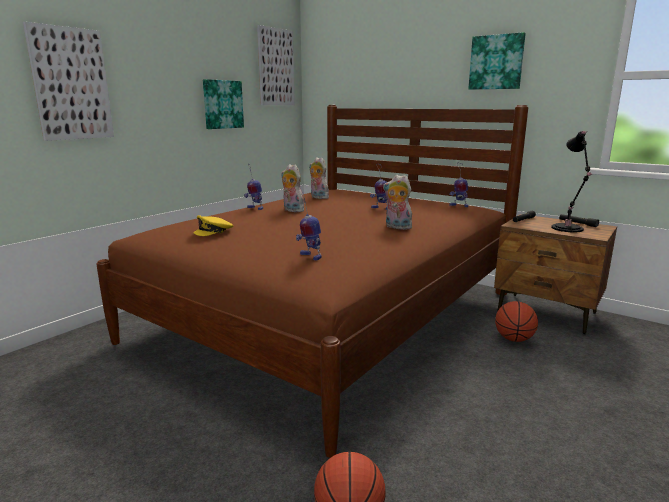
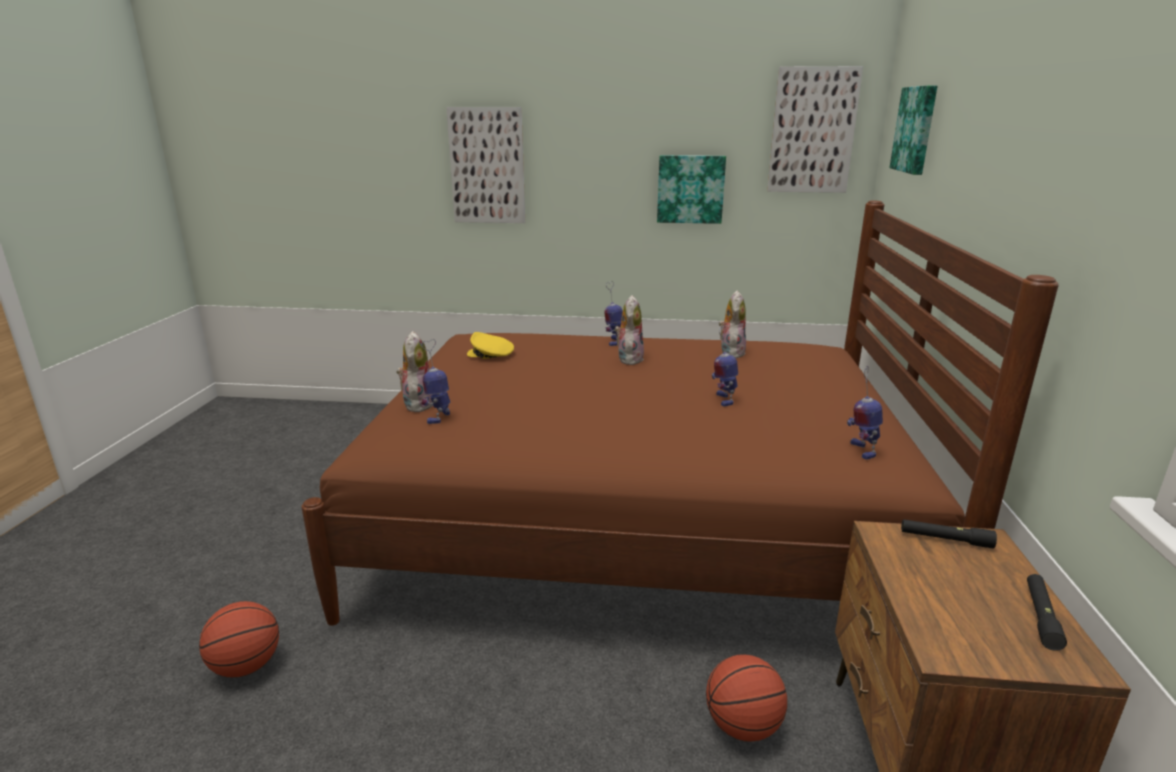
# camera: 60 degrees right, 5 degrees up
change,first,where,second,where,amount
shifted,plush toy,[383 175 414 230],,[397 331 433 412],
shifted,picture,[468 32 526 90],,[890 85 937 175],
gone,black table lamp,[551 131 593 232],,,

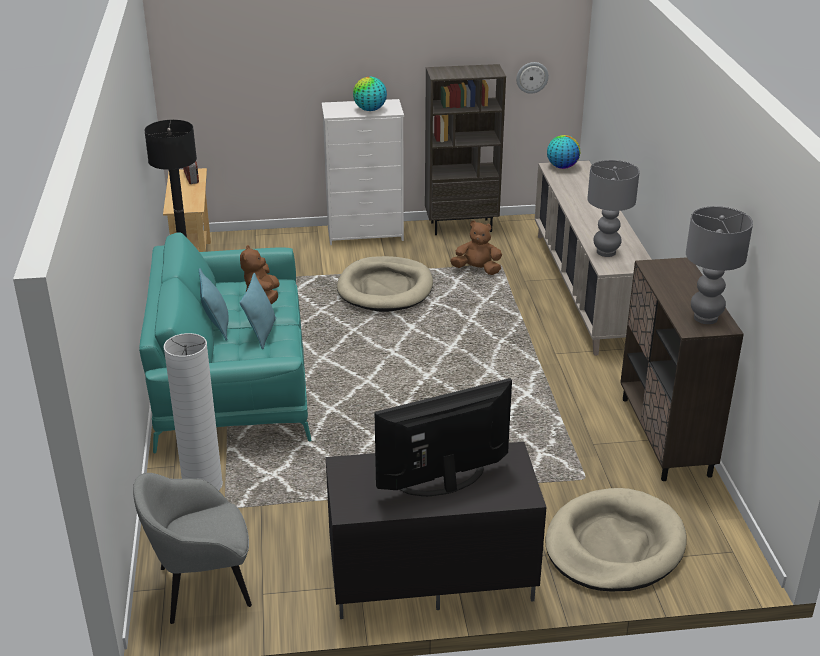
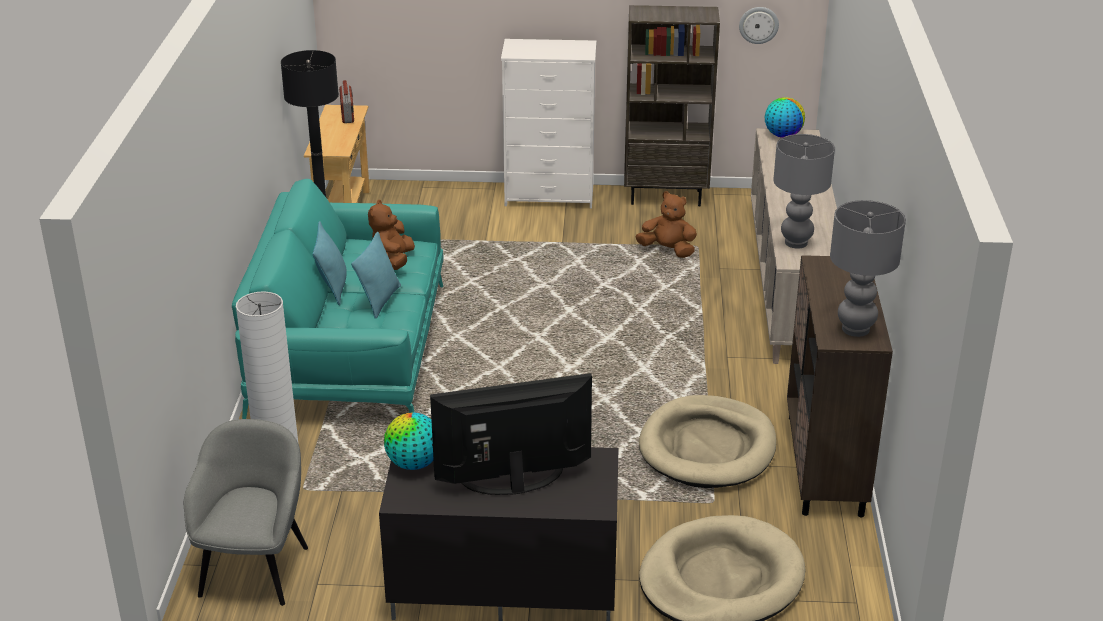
# camera: 10 degrees right, 0 degrees up
change,first,where,second,where,amount
rotated,grey armchair,[133 473 252 624],,[184 419 308 606],105 degrees clockwise
shifted,globe,[353 77 387 111],,[384 412 434 470],
shifted,beige dog bed,[337 256 433 312],,[639 395 776 488],

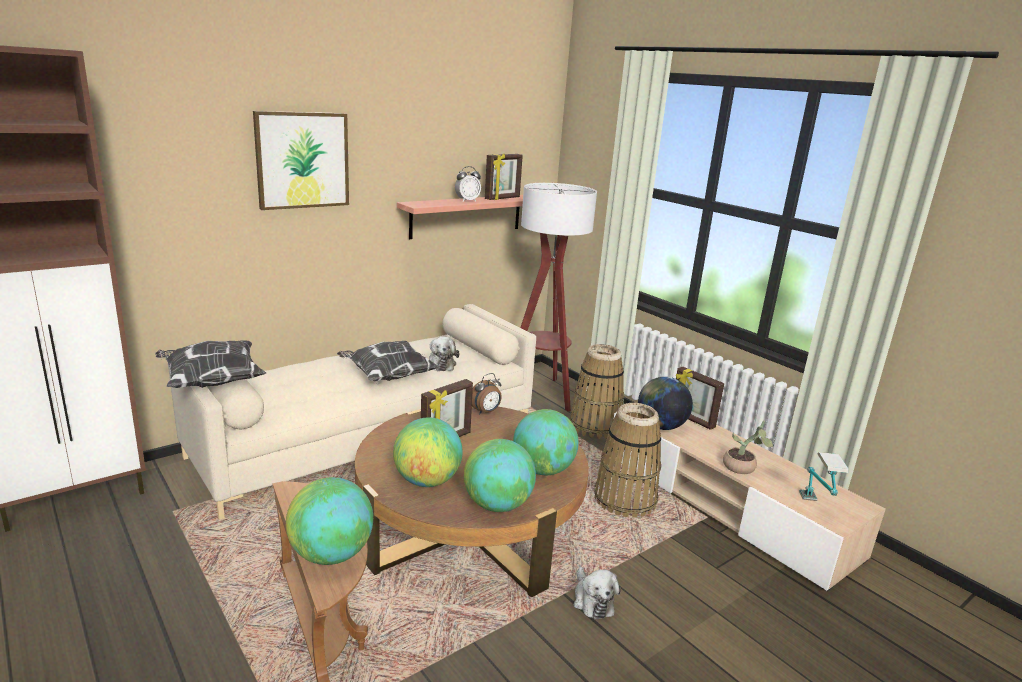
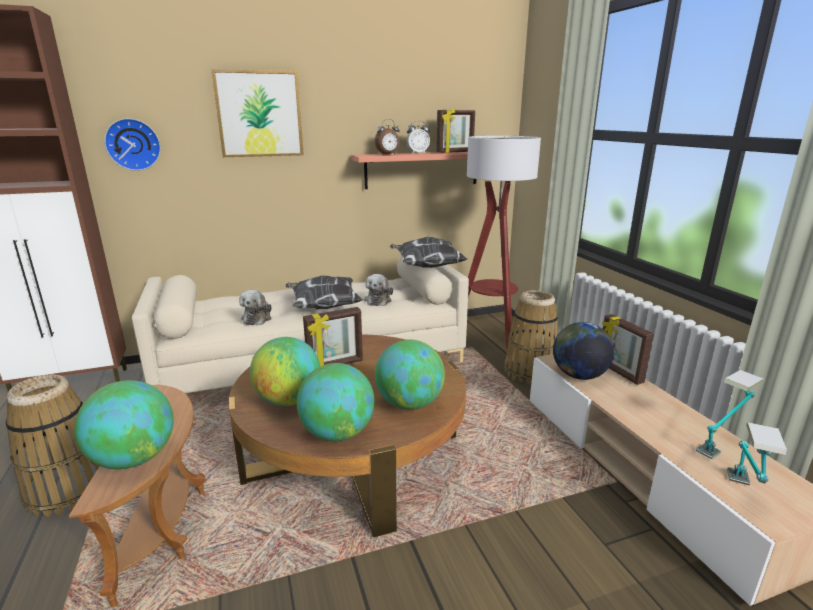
# camera: 20 degrees right, 0 degrees up
change,first,where,second,where,amount
shifted,basket,[594 403 661 518],,[6 374 99 517],
new,,,wall clock,[104 118 161 171],
shifted,plush toy,[574 567 620 620],,[239 290 272 325],
shifted,alarm clock,[472 373 502 414],,[374 119 400 155],
shifted,pillow,[155 340 266 388],,[390 237 467 268],
new,,,table lamp,[696 370 764 459],
gone,potted plant,[723 420 774 474],,,

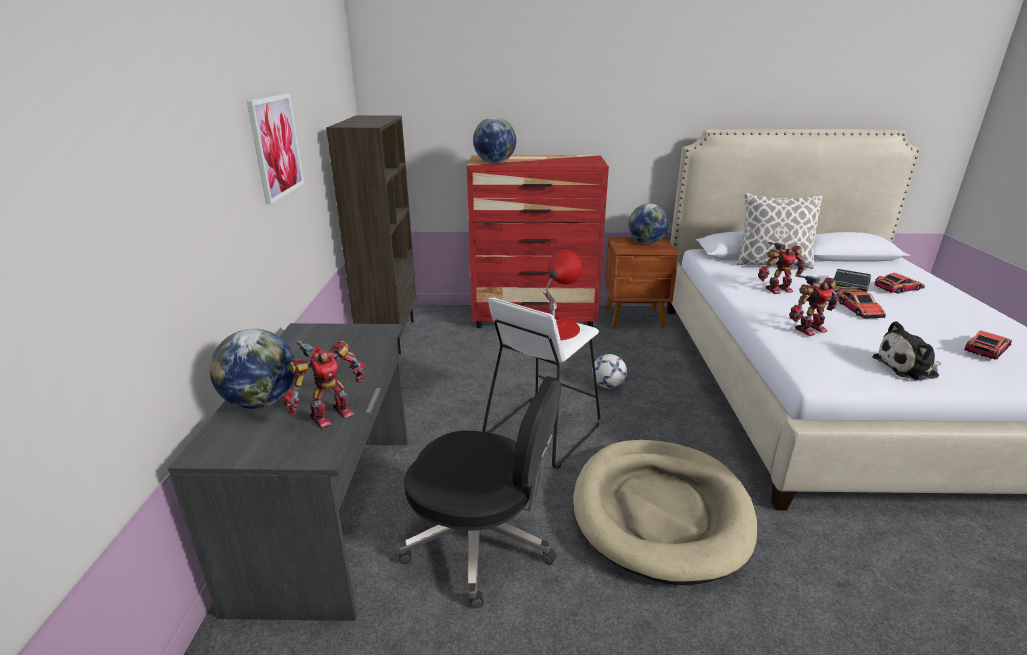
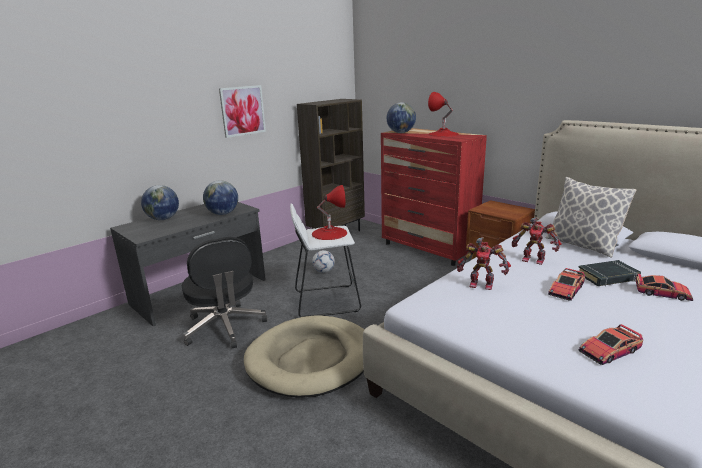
# camera: 45 degrees right, 5 degrees down
change,first,where,second,where,amount
shifted,globe,[629 203 669 244],,[203 180 238 215],
shifted,football,[592 354 627 389],,[312 250 335 273],
new,,,red table lamp,[428 92 459 137],
rotated,toy car,[964 330 1012 360],,[578 324 643 365],150 degrees clockwise
gone,toy robot,[283 341 365 429],,,
gone,plush toy,[872 321 941 380],,,

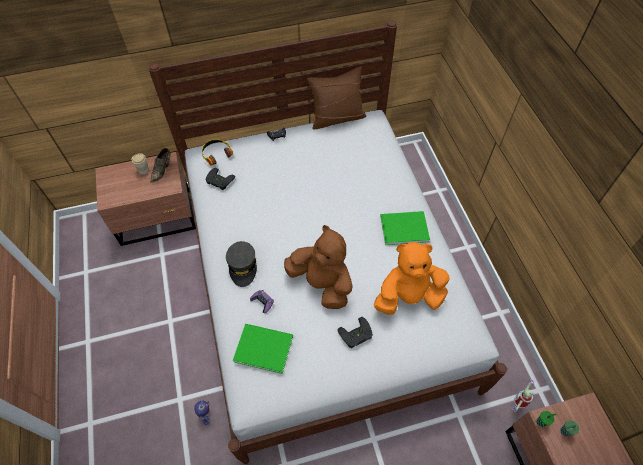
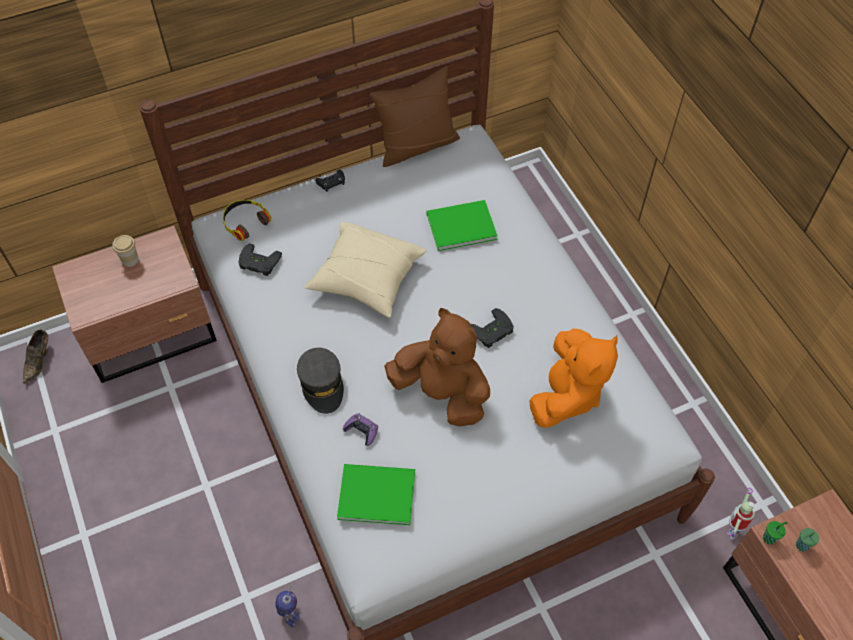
# camera: 10 degrees left, 0 degrees up
change,first,where,second,where,amount
shifted,brown shoe,[150 148 171 182],,[23 330 48 384],
new,,,beige pillow,[305 222 427 317],
shifted,green book,[380 211 430 245],,[426 200 498 251],
shifted,black game controller,[337 317 373 348],,[471 308 514 348],
rotated,orange plush toy,[374 242 450 315],,[529 329 618 428],135 degrees clockwise

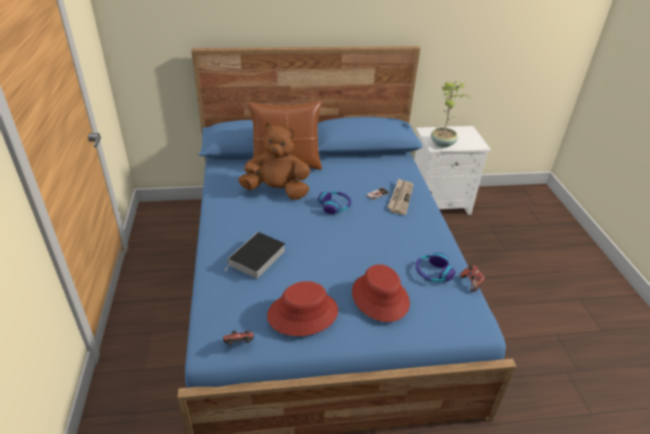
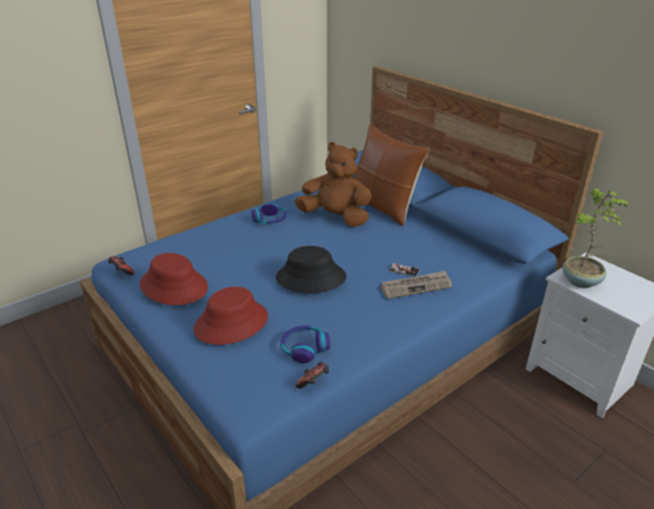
# camera: 60 degrees right, 5 degrees down
change,first,where,second,where,amount
shifted,headphones,[318 191 351 214],,[251 202 287 224],
new,,,black hat,[276 246 346 293],
rotated,brown plush toy,[238 123 310 200],,[295 142 372 227],45 degrees counterclockwise
gone,book,[224 232 285 278],,,

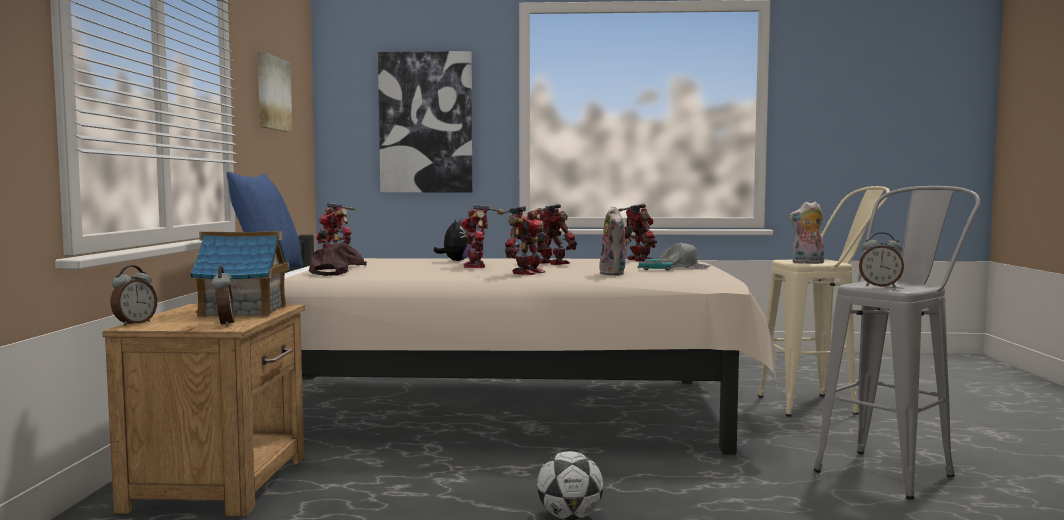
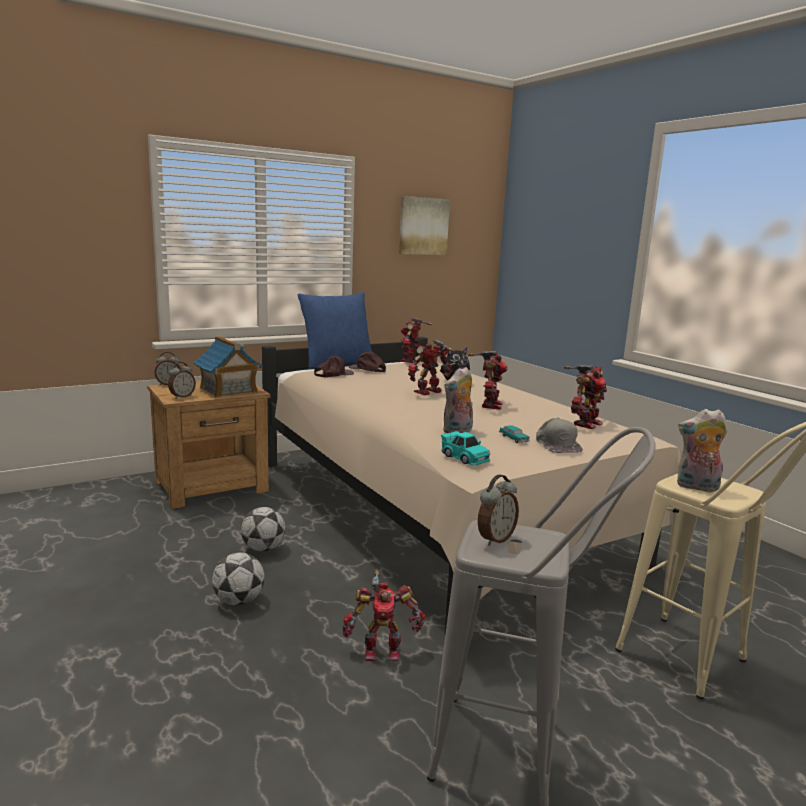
# camera: 55 degrees right, 10 degrees up
change,first,where,second,where,amount
new,,,football,[241 507 285 551],
shifted,toy robot,[498 206 548 275],,[343 571 425 661],
new,,,turquoise toy car,[441 431 490 466],
rotated,alarm clock,[859 232 904 287],,[478 475 519 546],120 degrees counterclockwise
rotated,plush toy,[789 202 824 264],,[677 409 728 491],45 degrees counterclockwise
gone,picture,[378 51 472 192],,,

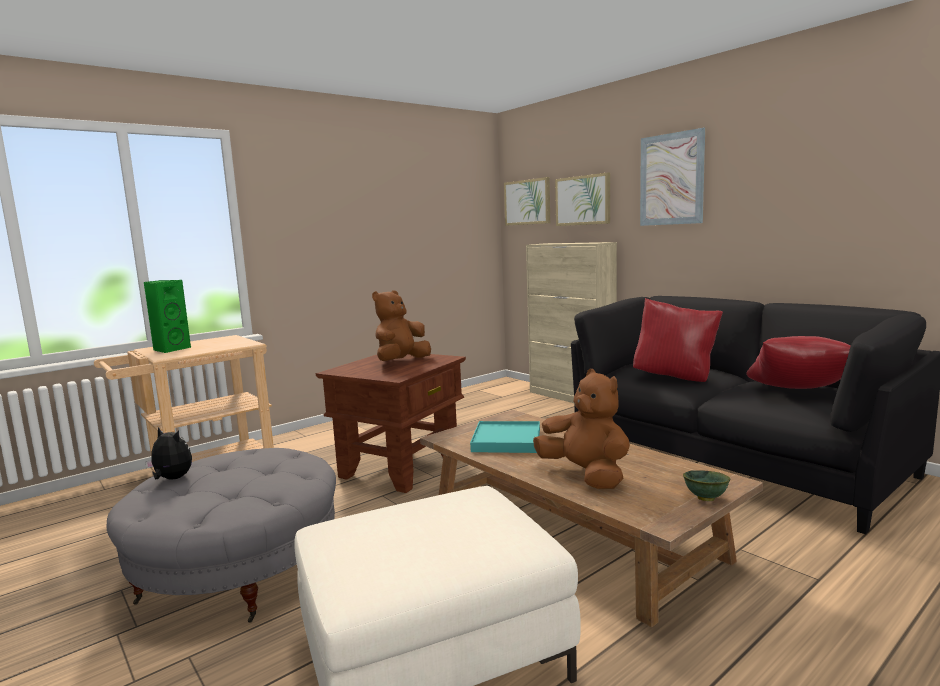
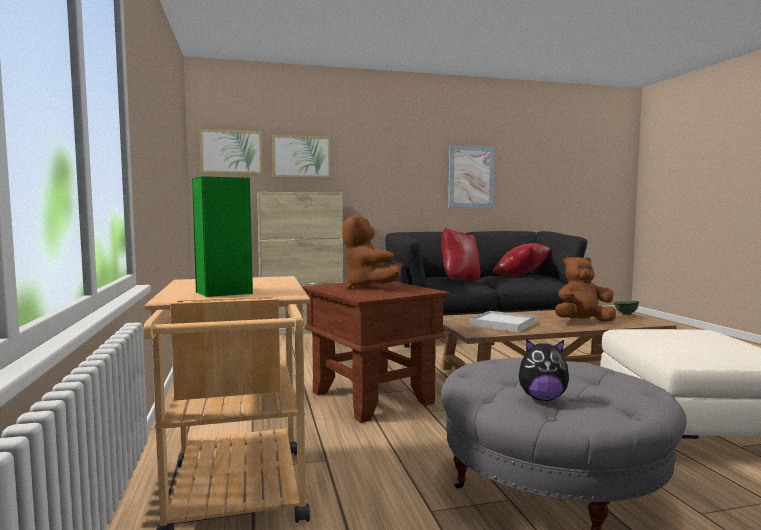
# camera: 65 degrees left, 5 degrees down
change,first,where,second,where,amount
shifted,picture,[640 128 705 226],,[449 146 495 208],
repainted,turquoise tray,[470 421 540 453],white tray,[470 311 535 332],
rotated,plush toy,[145 427 192 480],,[519 339 569 401],135 degrees counterclockwise

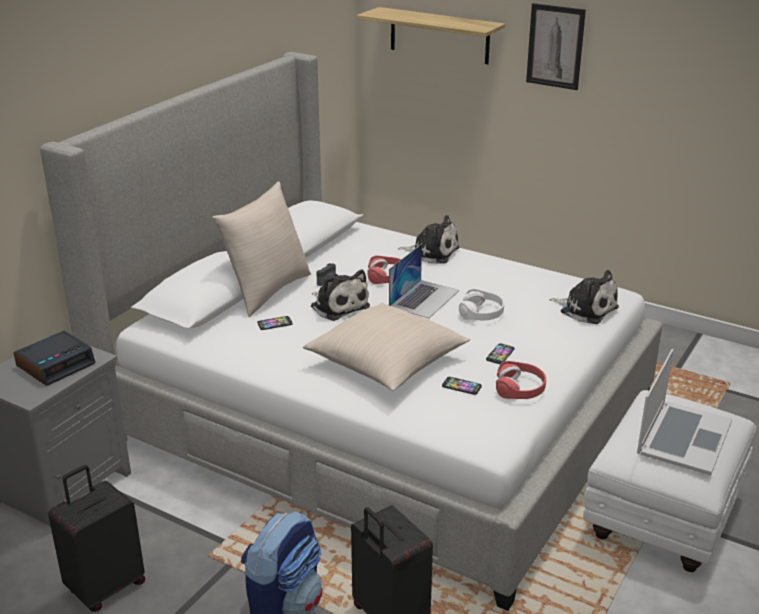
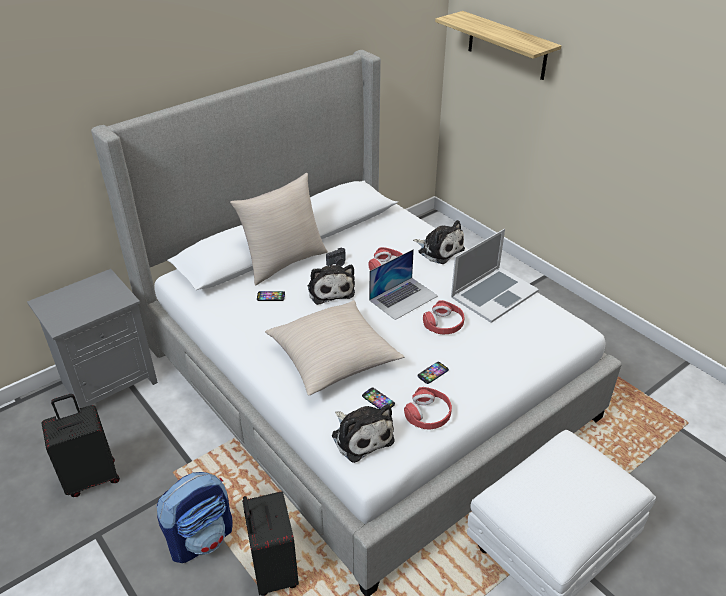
# camera: 20 degrees right, 10 degrees up
change,first,where,second,where,amount
shifted,plush toy,[549 270 619 324],,[332 404 395 463],
repainted,white headphones,[459 289 504 321],red headphones,[423 300 465 334],
shifted,laptop,[637 349 732 475],,[451 229 539 323],
gone,alarm clock,[14 331 96 386],,,
gone,picture,[526 3 586 90],,,

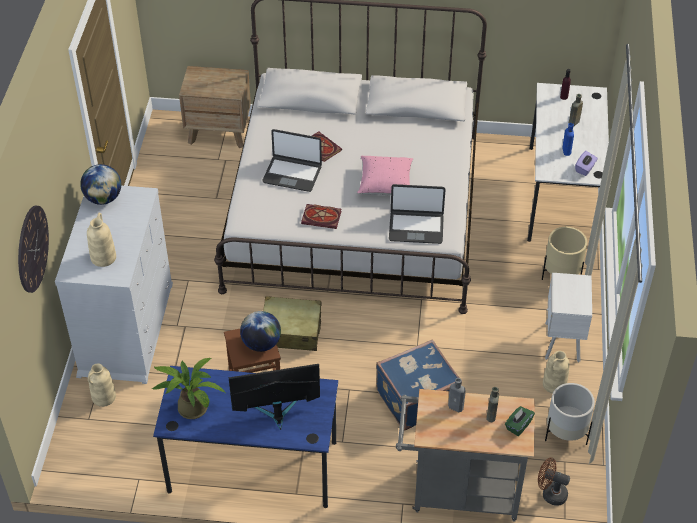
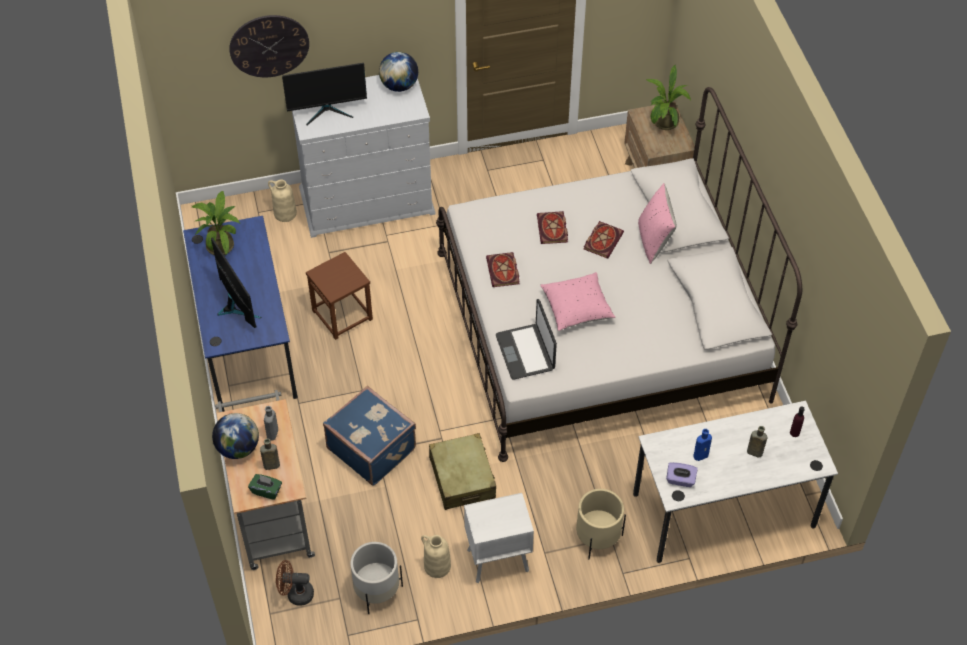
# camera: 70 degrees right, 5 degrees up
change,first,where,second,where,amount
shifted,globe,[240 311 281 352],,[212 413 259 459],
rotated,brown fan,[538 458 570 506],,[276 560 314 606],90 degrees counterclockwise
swapped,beige vase,[87 213 116 267],monitor,[282 63 367 125],
shifted,beige suitcase,[263 296 321 351],,[429 433 496 510],
swapped,laptop,[262 129 322 192],book,[537 211 568 244],
new,,,pink pillow,[638 183 676 264],
new,,,potted plant,[646 65 691 130],

